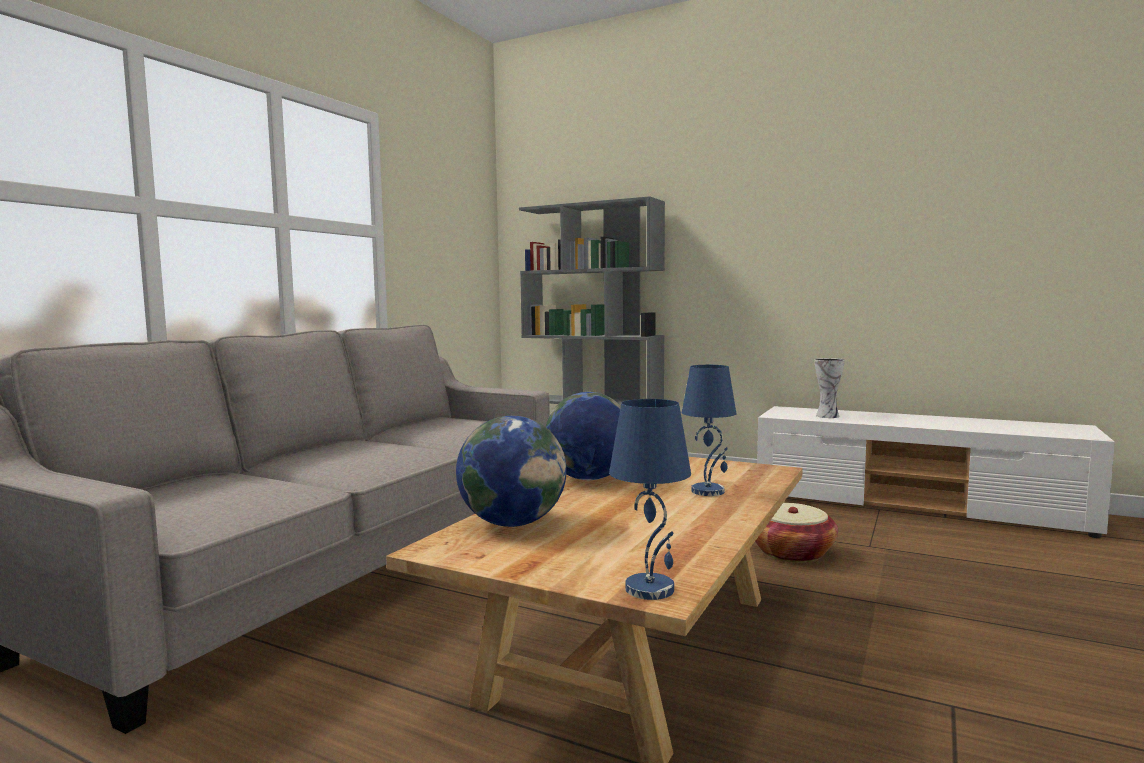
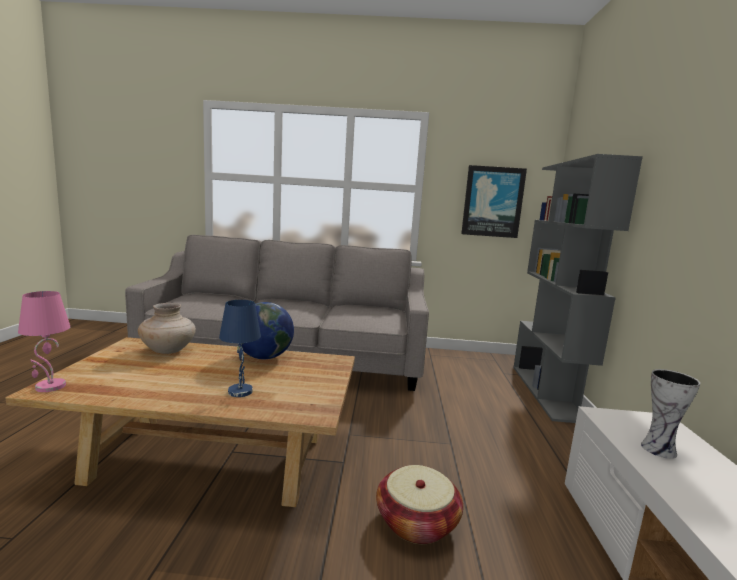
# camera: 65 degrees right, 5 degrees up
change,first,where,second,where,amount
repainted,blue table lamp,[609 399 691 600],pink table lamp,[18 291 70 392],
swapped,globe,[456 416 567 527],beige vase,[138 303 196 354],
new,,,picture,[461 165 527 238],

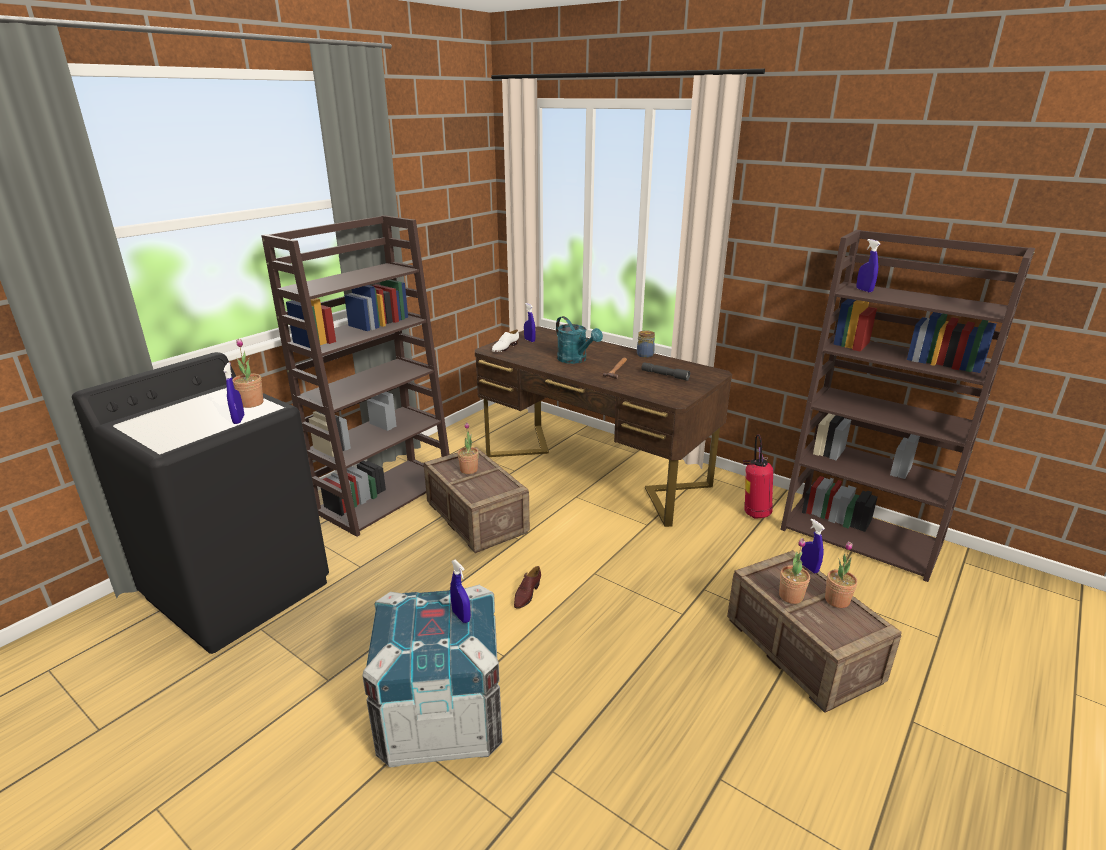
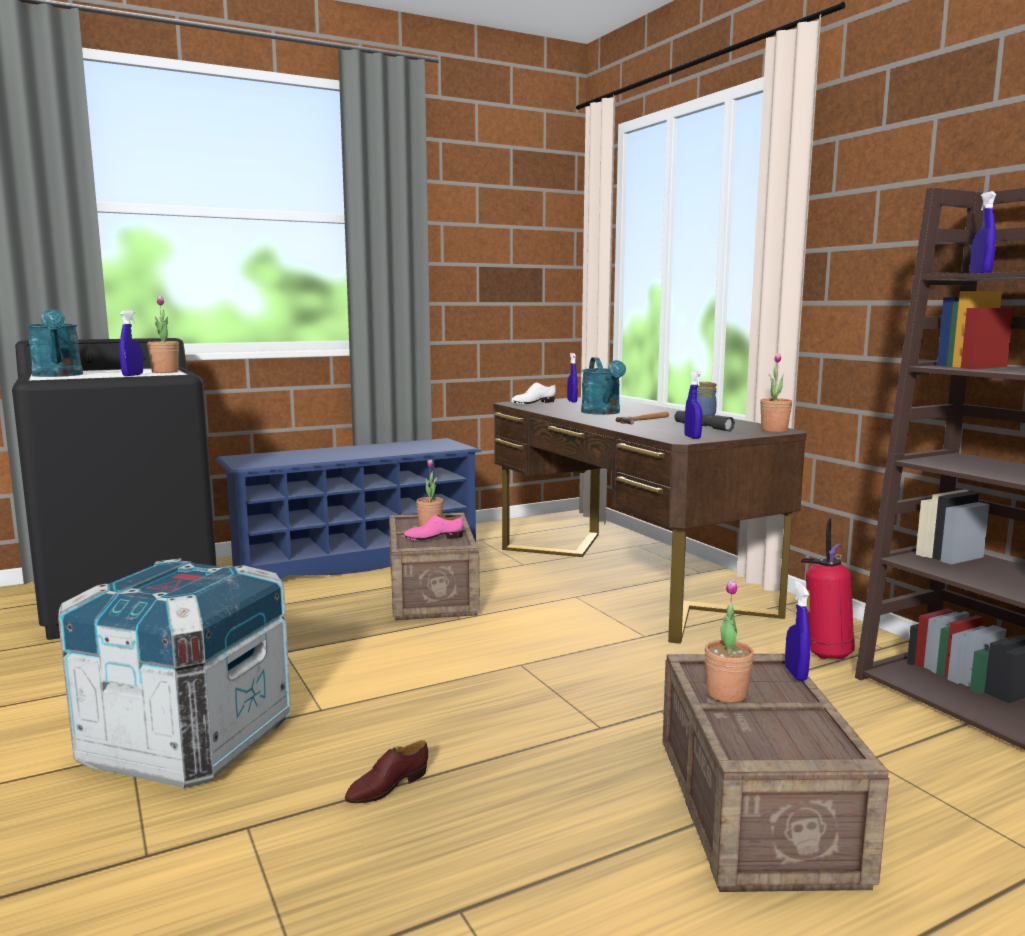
# camera: 25 degrees right, 15 degrees down
change,first,where,second,where,amount
new,,,turquoise watering can,[27 309 83 377],
swapped,brown bookcase,[261 215 450 537],blue shoe rack,[215 438 481 579],
shifted,brown shoe,[514 566 541 609],,[345 740 428 803],
new,,,pink shoe,[403 514 463 540],
shifted,blue spray bottle,[450 560 471 623],,[684 371 702 439],
shifted,potted plant,[825 541 858 608],,[760 353 792 432],

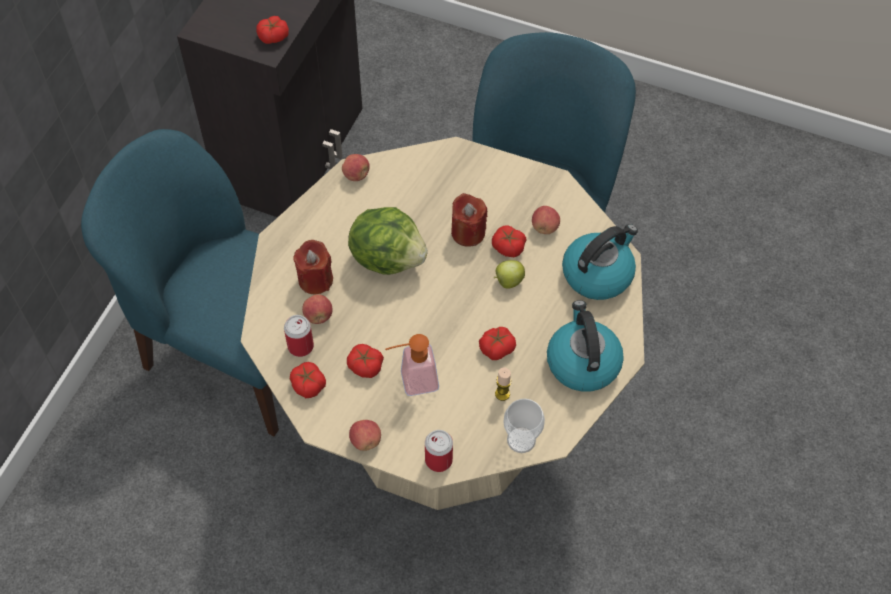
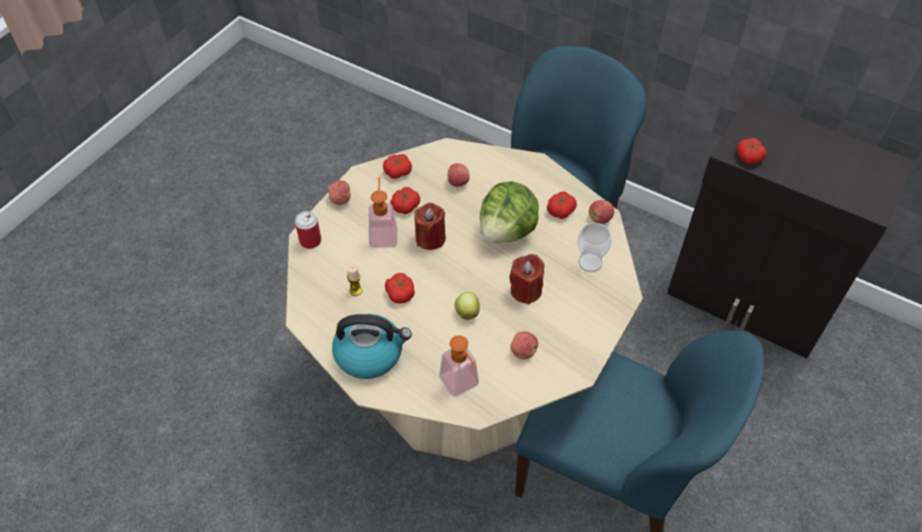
# camera: 100 degrees right, 5 degrees down
change,first,where,second,where,amount
shifted,red candle,[293 240 333 294],,[414 203 446 250],
swapped,kettle,[562 224 638 300],soap dispenser,[439 335 479 397],
shifted,tomato,[492 225 527 258],,[547 192 577 219],
shifted,cup,[503 399 545 453],,[578 223 612 272],
gone,can,[284 315 314 357],,,

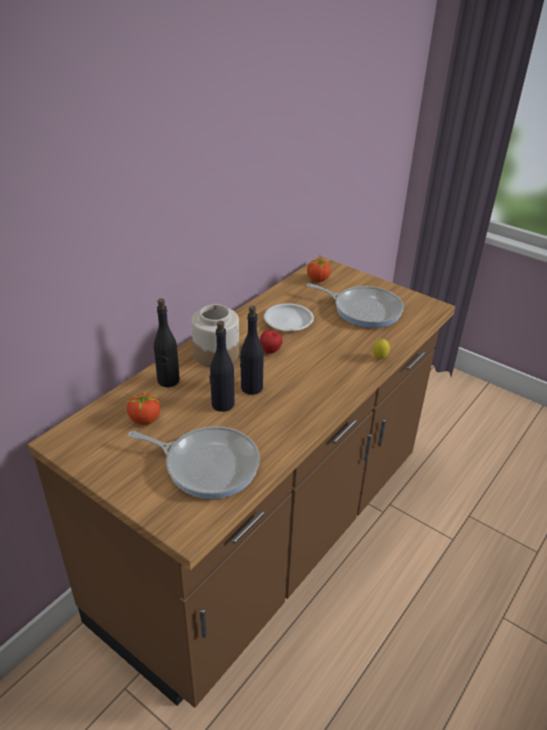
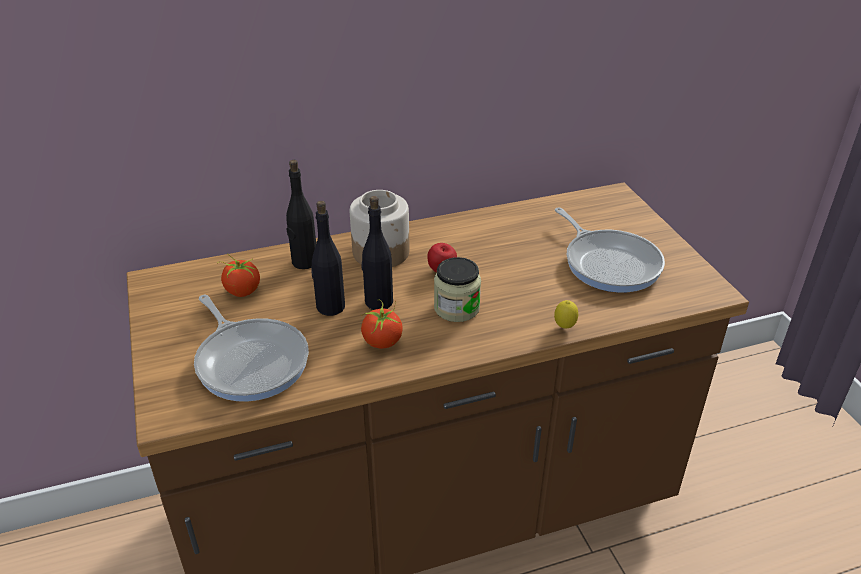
# camera: 35 degrees right, 0 degrees up
change,first,where,second,where,amount
shifted,tomato,[307 254 331 282],,[361 300 403 349],
new,,,jar,[434 257 481 322],
gone,white plate,[264 303 314 331],,,

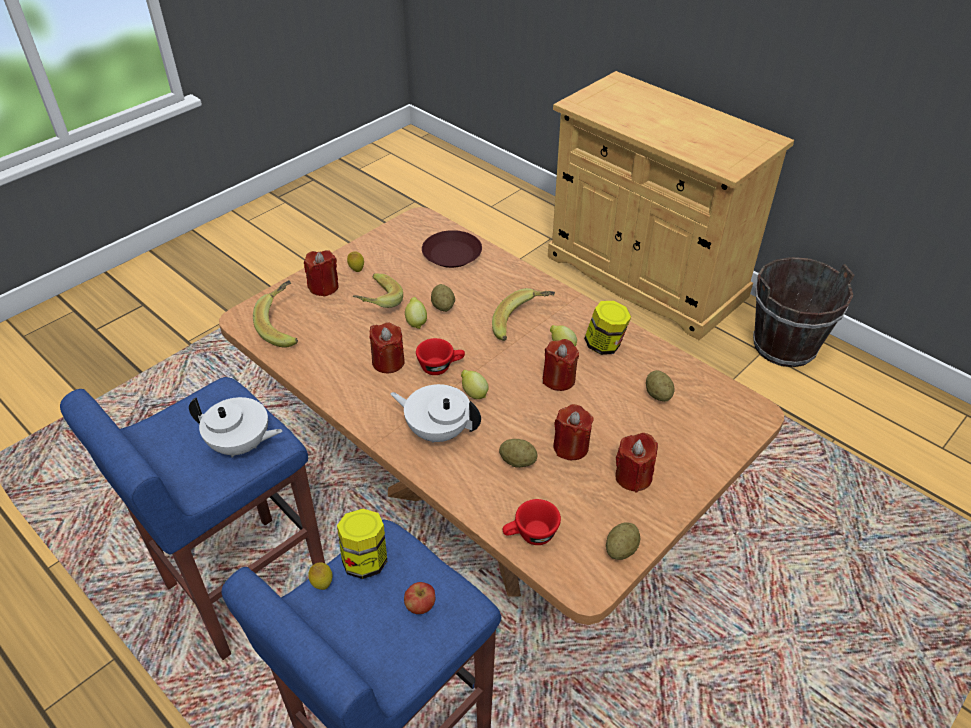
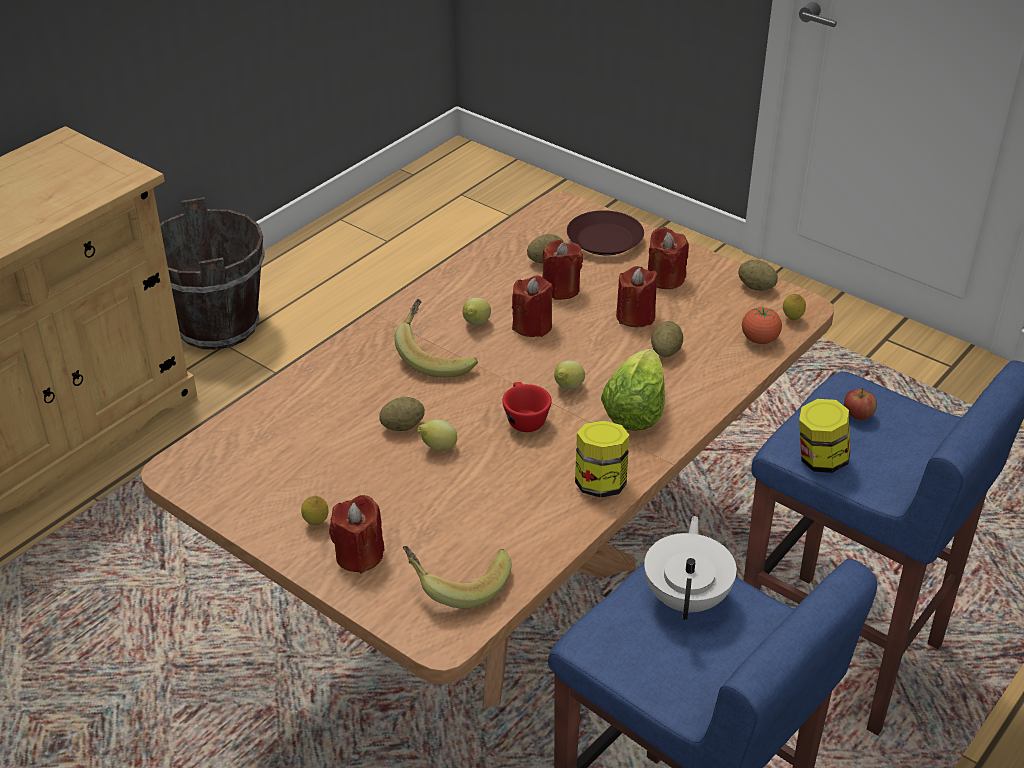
# camera: 95 degrees left, 5 degrees down
change,first,where,second,where,amount
shifted,red candle,[369 322 405 373],,[542 240 583 300],
shifted,brown plate,[422 230 482 268],,[567 210 644 255],
shifted,jar,[584 301 631 355],,[575 420 629 498],
swapped,white teapot,[390 384 481 443],lettuce,[601 349 665 431],
swapped,red cup,[502 499 561 545],tomato,[742 306 782 344],
shifted,lemon,[308 562 333 590],,[783 294 806 320],
gone,banana,[353 273 403 308],,,

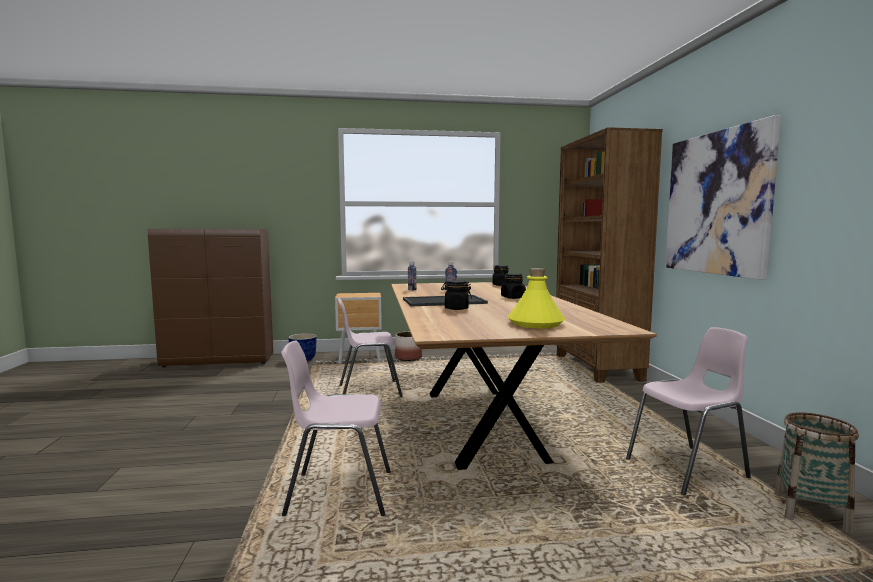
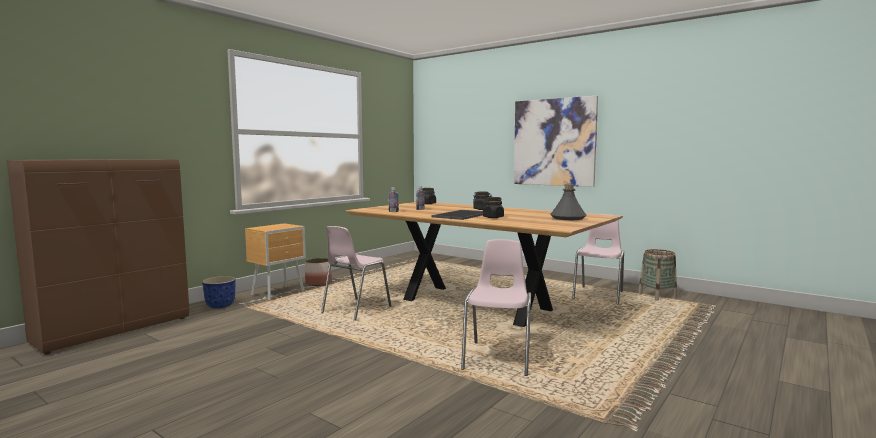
# camera: 45 degrees left, 0 degrees up
change,first,where,second,where,amount
rotated,pink chair,[281 341 391 516],,[461 239 531 376],150 degrees clockwise
repainted,yellow bottle,[508 268 565 328],grey bottle,[550 184 586 220],
gone,brown bookcase,[556 127 663 383],,,

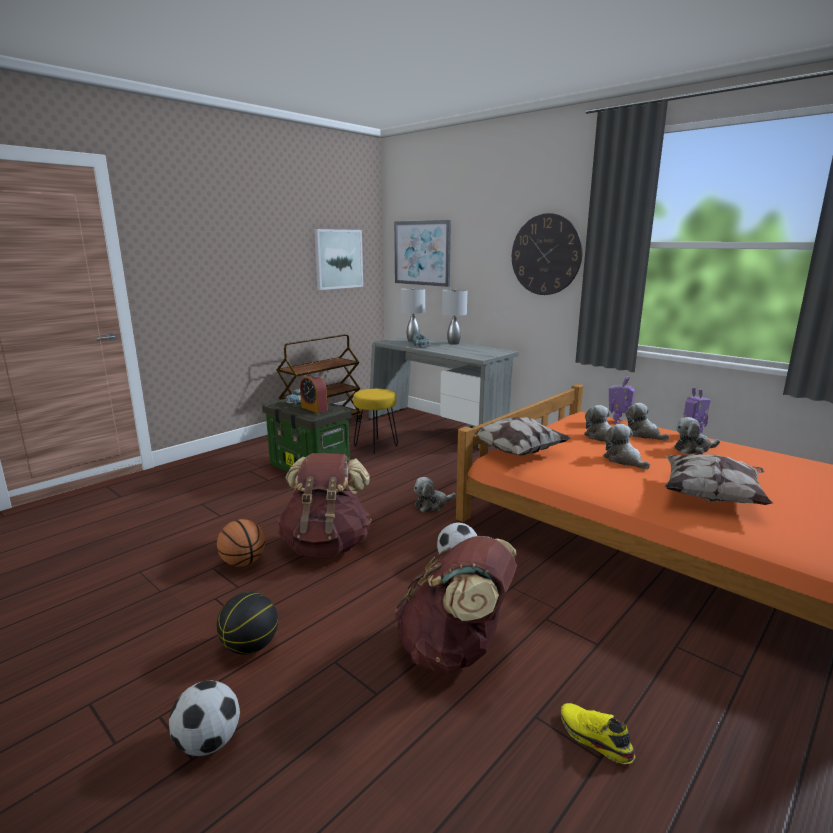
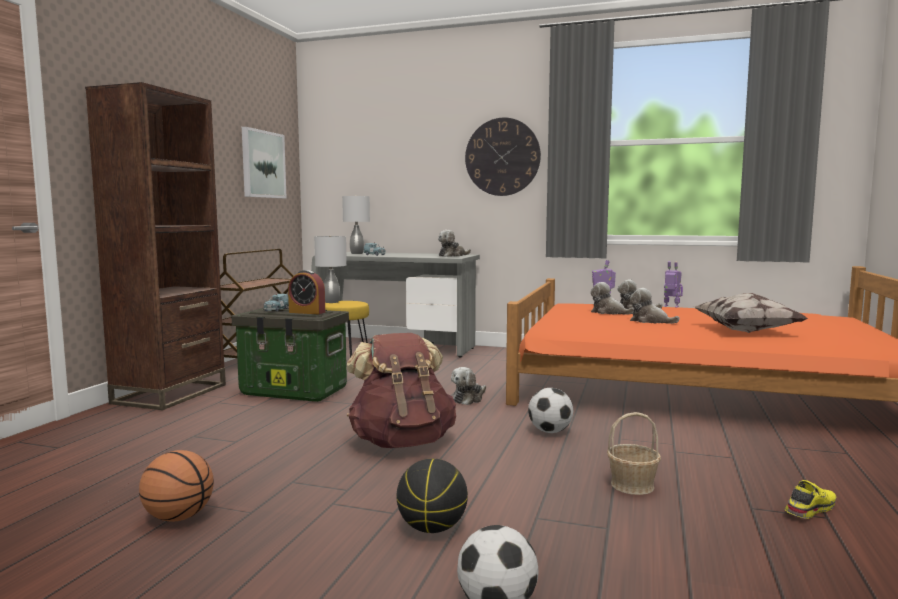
# camera: 25 degrees left, 10 degrees down
change,first,where,second,where,amount
new,,,brown bookcase,[85 82 226 410],
shifted,basketball,[217 519 265 567],,[139 450 214 522],
shifted,grey table lamp,[442 289 467 345],,[314 235 347 303],
shifted,plush toy,[674 417 720 454],,[438 230 471 257],
swapped,brown backpack,[394 536 517 674],basket,[607 412 661 495],
rotated,yellow shoe,[561 703 636 764],,[785 480 836 519],120 degrees clockwise
gone,picture,[394 220 451 287],,,
gone,pillow,[473 417 571 456],,,

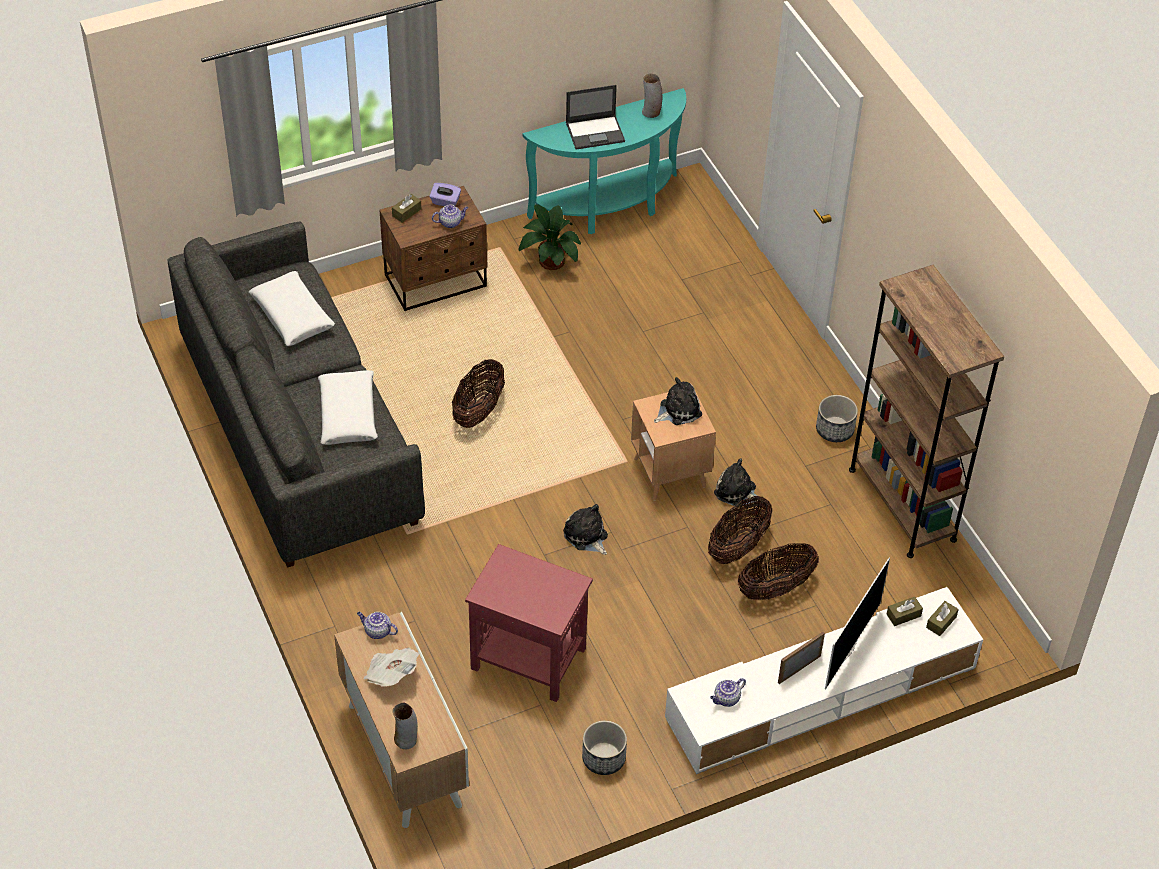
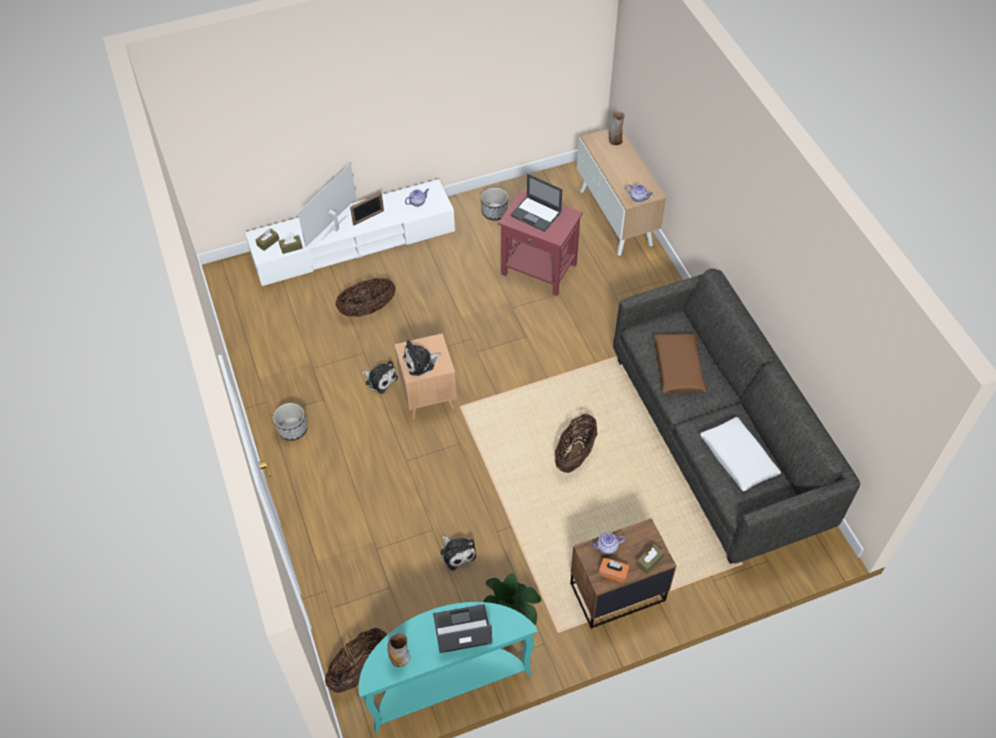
# camera: 175 degrees left, 5 degrees up
change,first,where,second,where,amount
shifted,basket,[708 496 773 564],,[325 628 387 693],
shifted,plush toy,[563 504 608 555],,[440 536 476 571],
new,,,laptop,[510 174 562 232],
repainted,purple tissue box,[429 183 461 206],orange tissue box,[599 558 629 583],
repainted,white pillow,[318 370 378 445],brown pillow,[653 333 707 393],
gone,newspaper,[364 648 419 687],,,
gone,brown bookcase,[849 265 1004 558],,,

